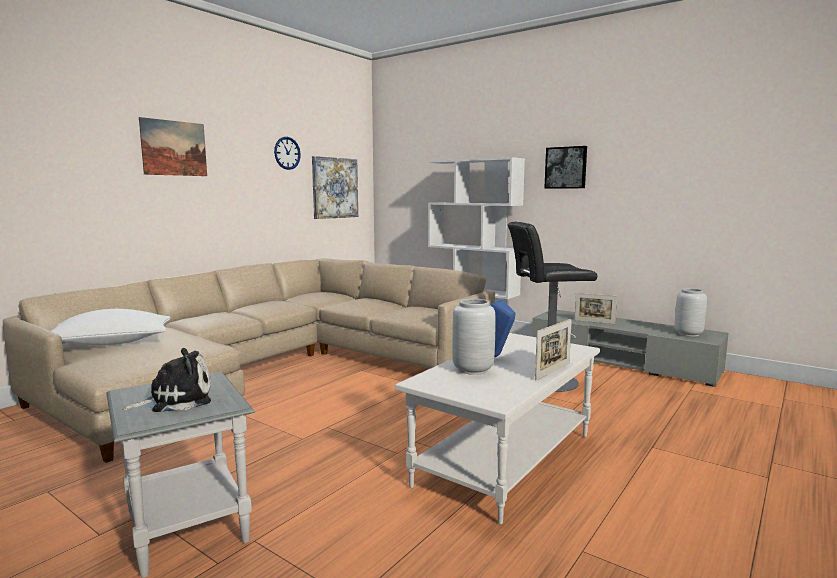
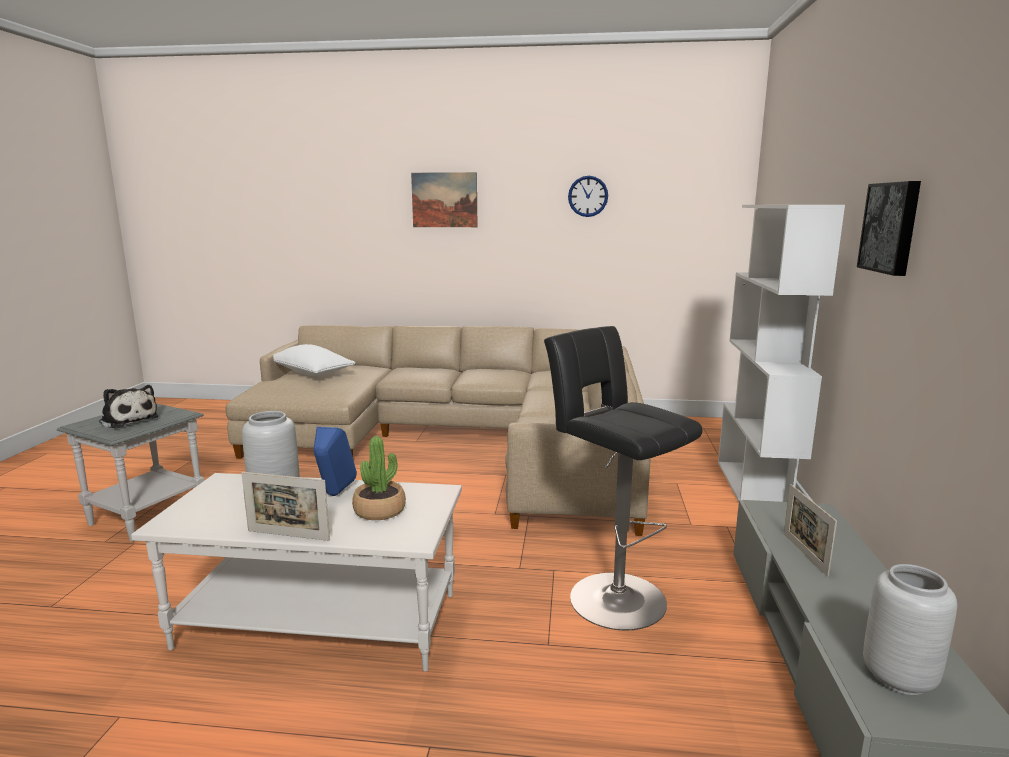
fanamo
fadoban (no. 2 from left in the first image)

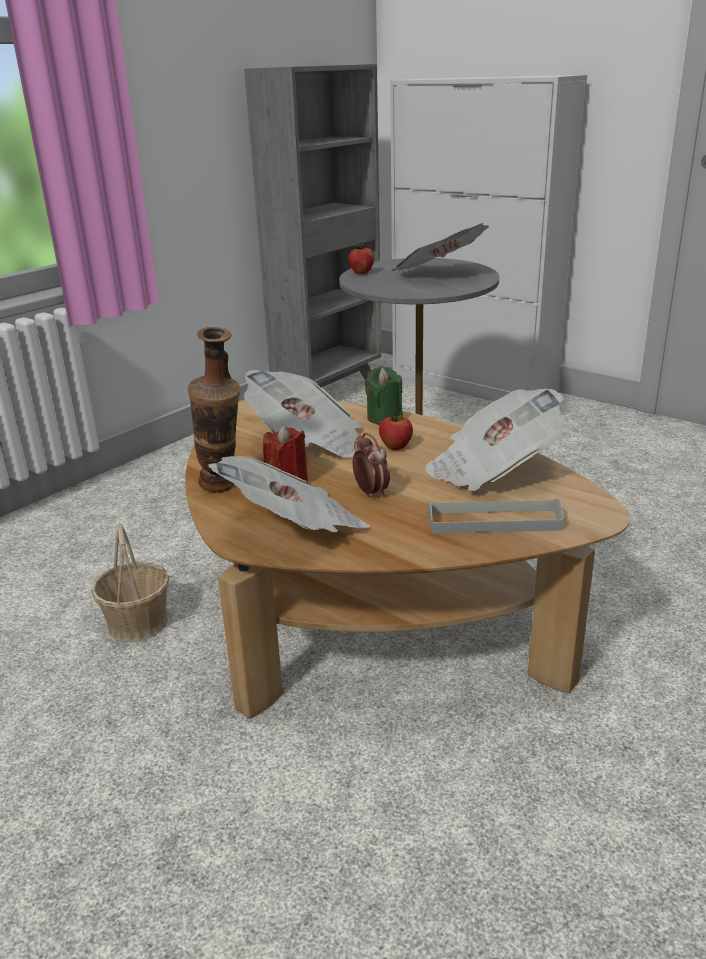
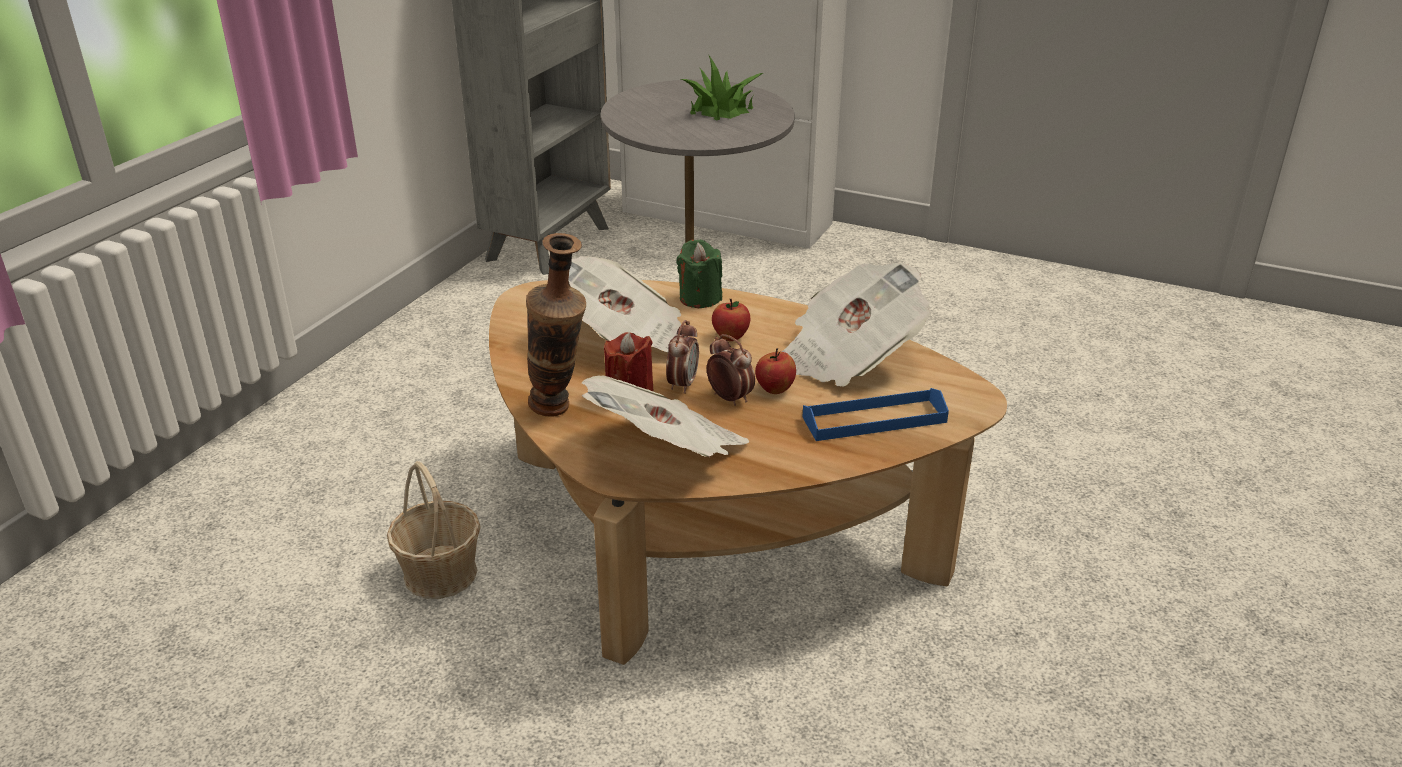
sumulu (no. 1 from left)
fanamo
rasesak (no. 2 from left)
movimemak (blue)

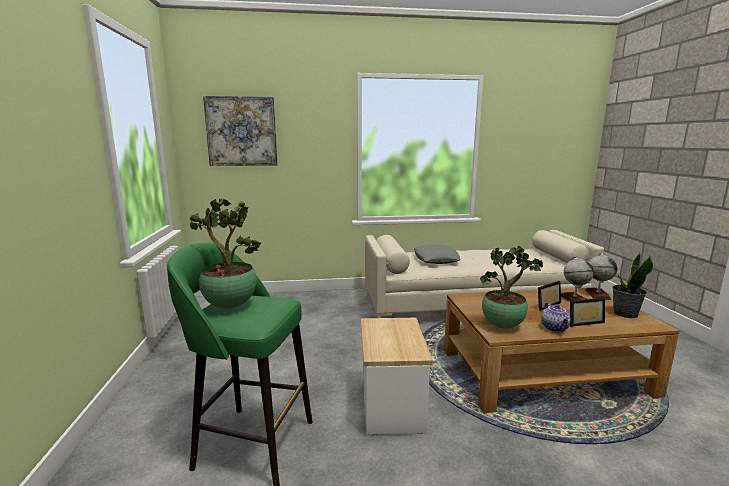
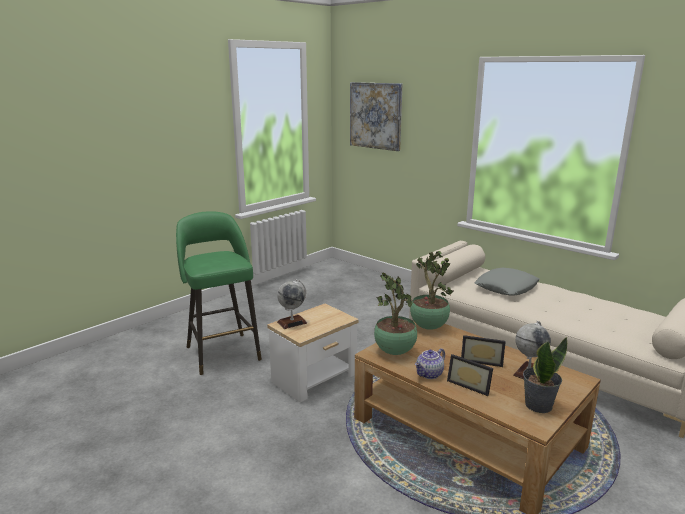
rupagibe (no. 1 from left)
fanamo (no. 2 from left)

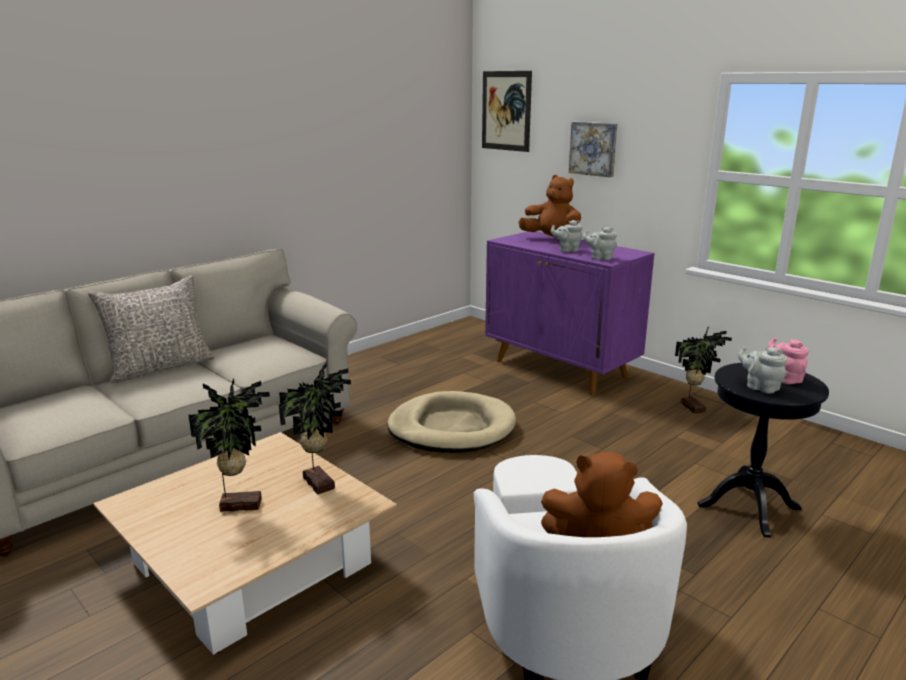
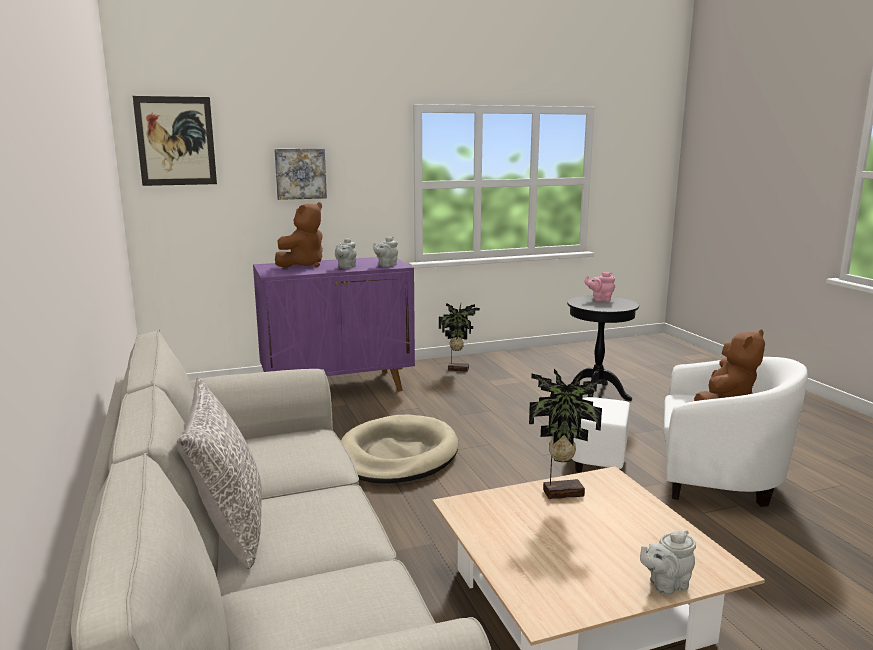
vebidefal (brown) (no. 1 from left)
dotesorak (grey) (no. 3 from left)
fanamo (no. 1 from left in the first image)

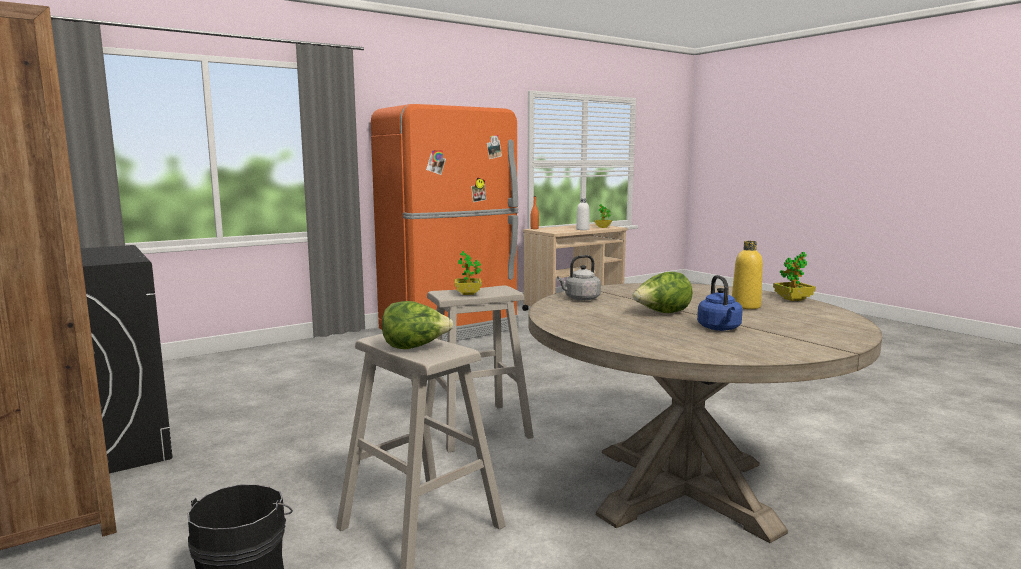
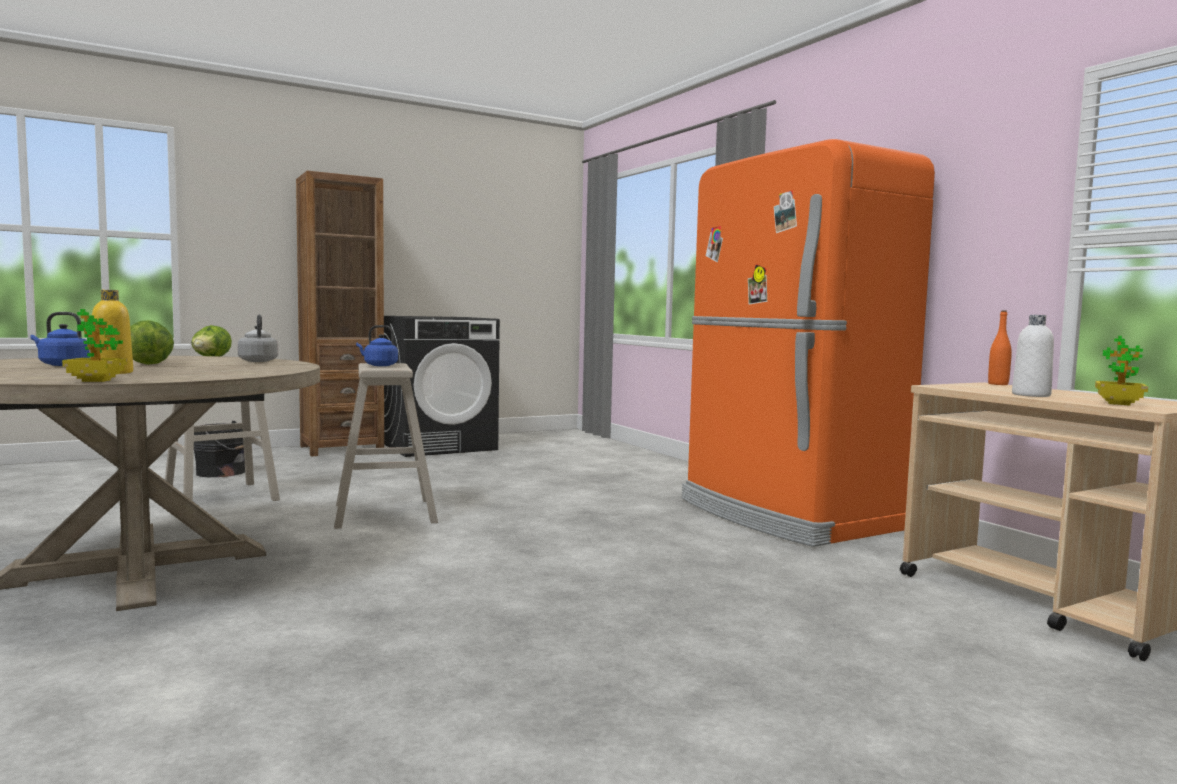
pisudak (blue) (no. 2 from left)

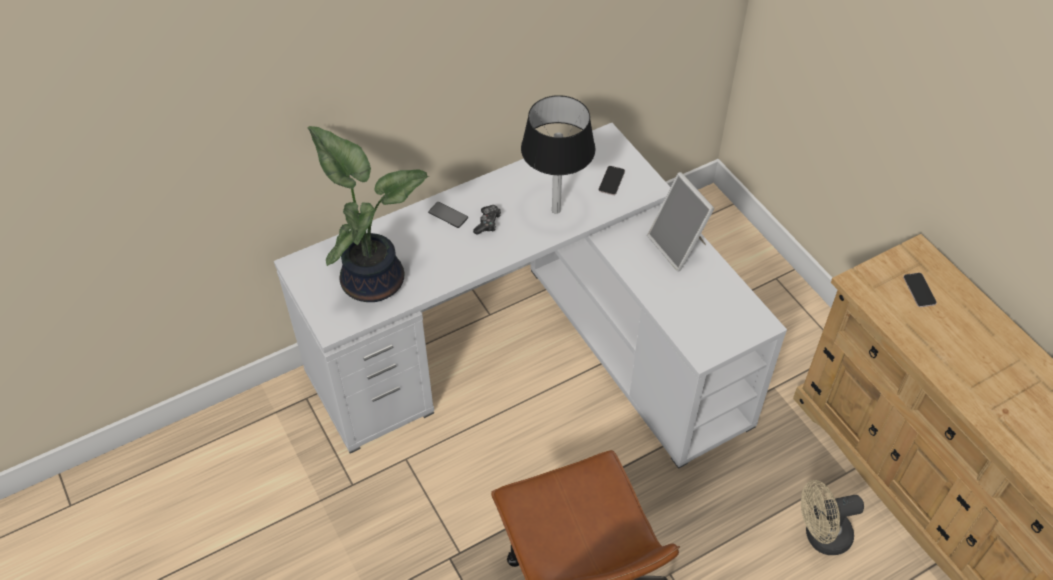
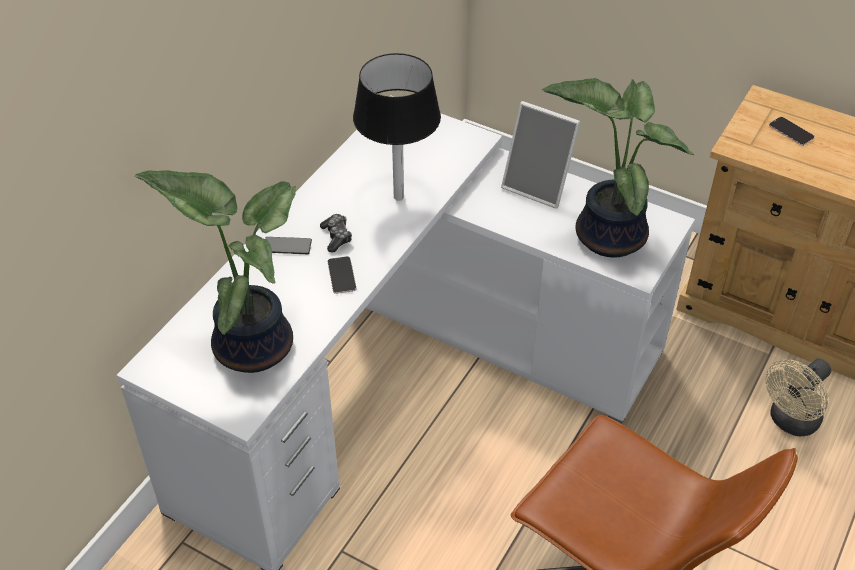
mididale (no. 2 from left)
fanamo (no. 2 from left)

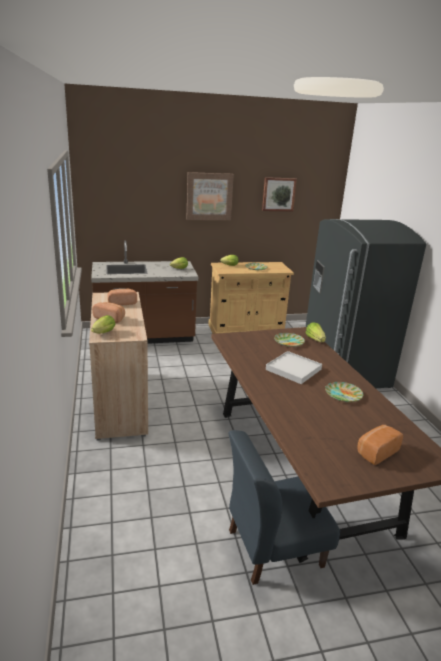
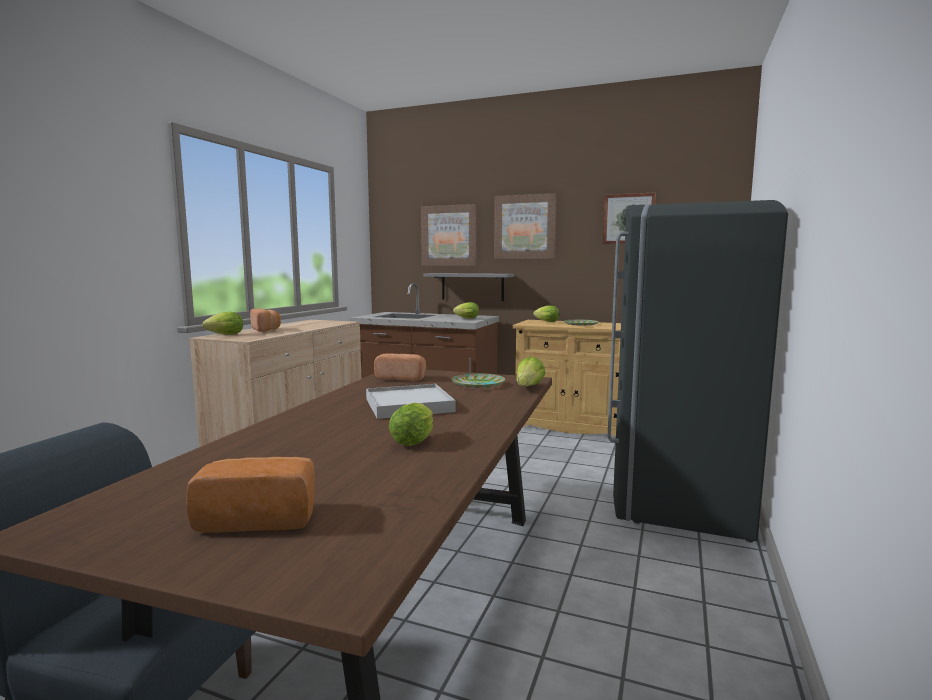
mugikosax (no. 3 from left)
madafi (no. 2 from left)
fadoban (no. 1 from left)
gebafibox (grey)

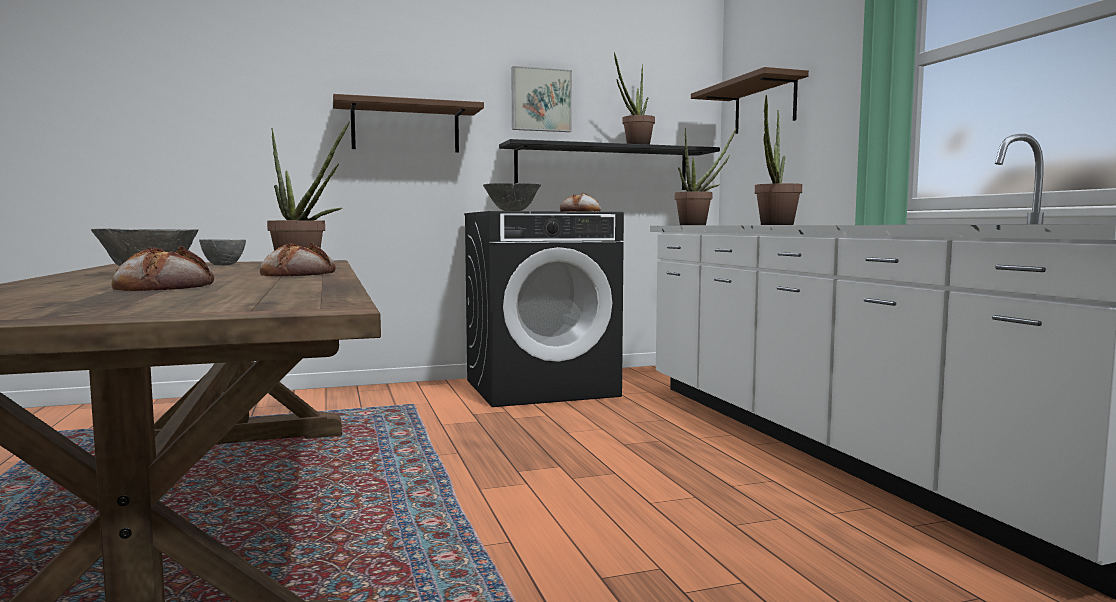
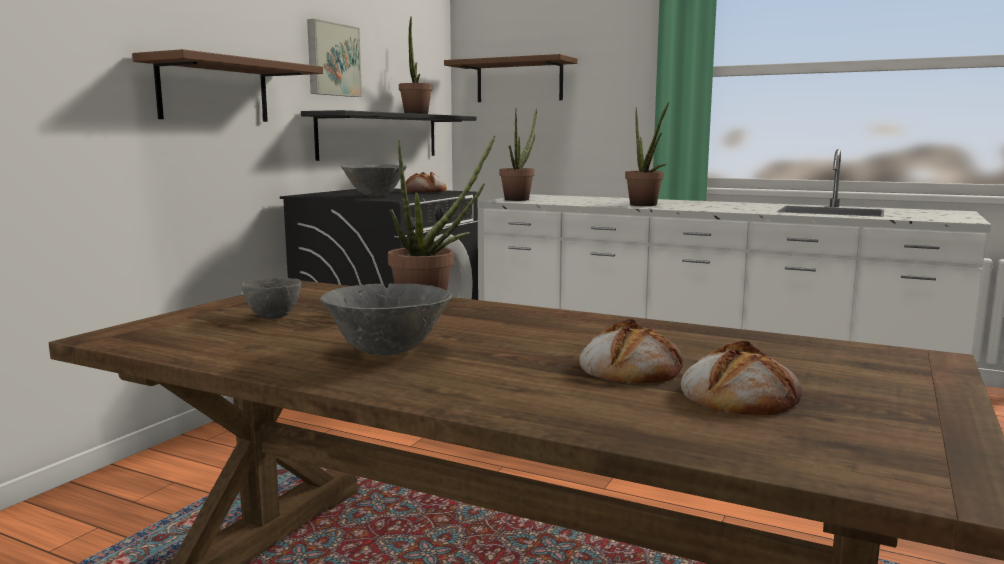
mugikosax (no. 3 from left)

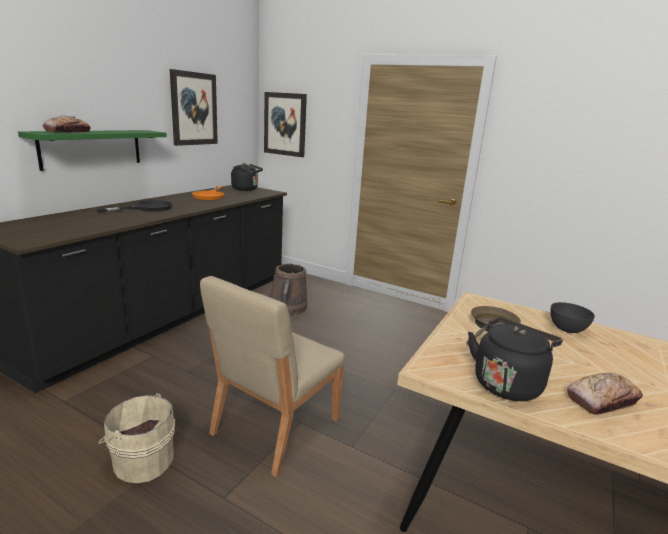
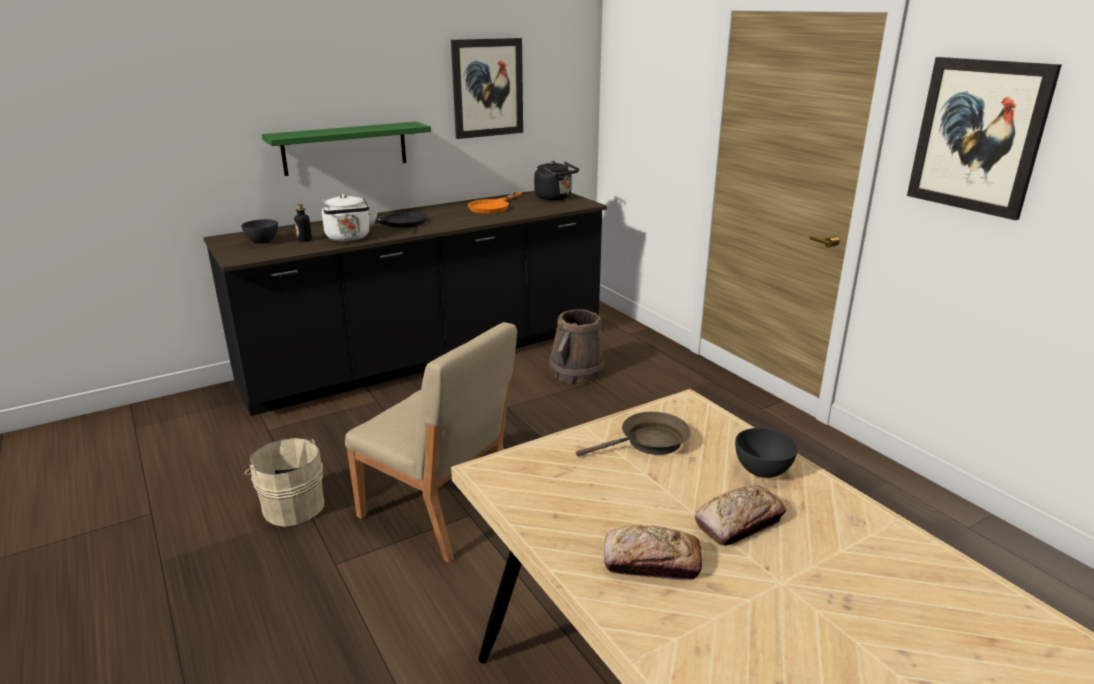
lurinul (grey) (no. 1 from left)
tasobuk
pisudak (white)
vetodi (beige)
mugikosax (no. 2 from left)
fadoban (no. 2 from left)
pisudak (black) (no. 2 from left in the first image)

